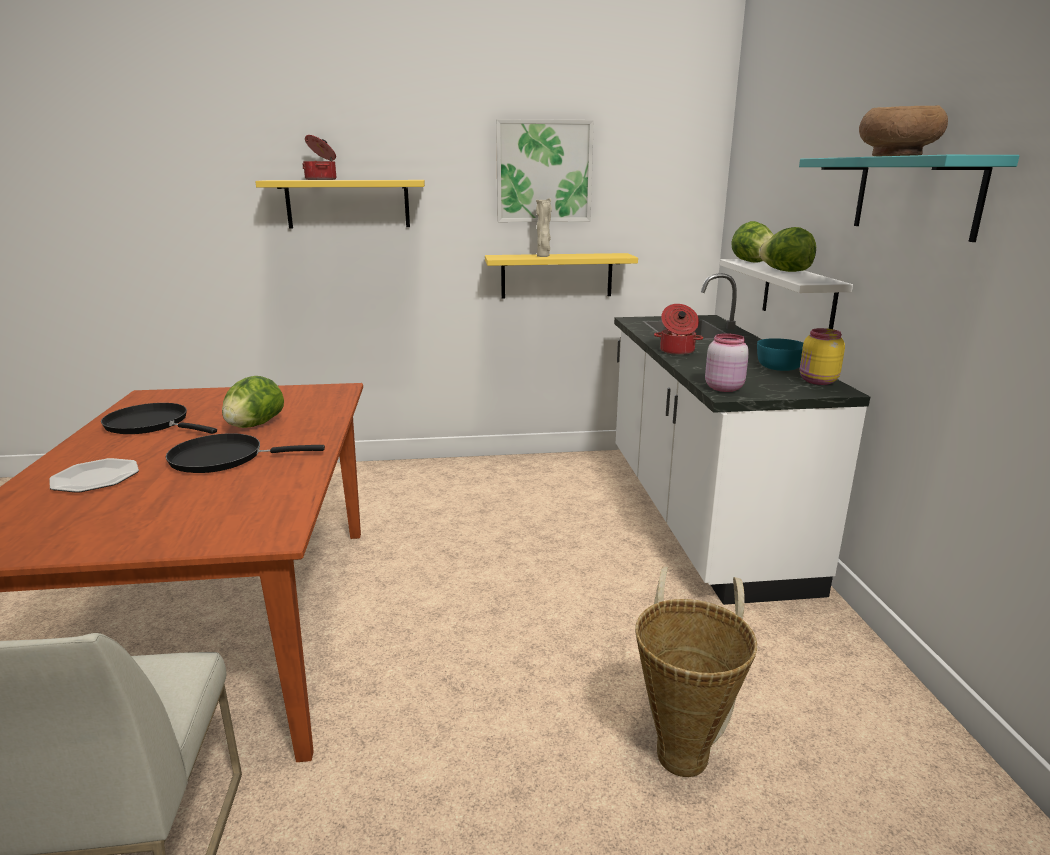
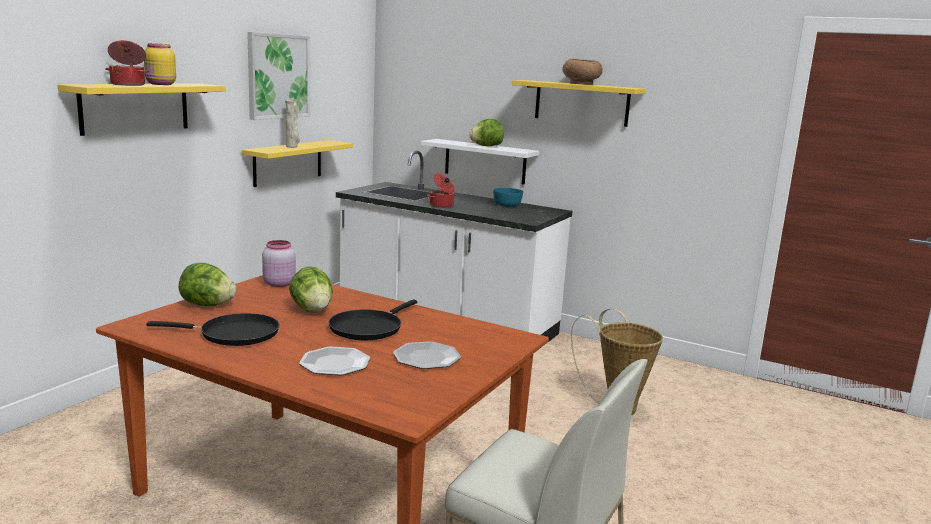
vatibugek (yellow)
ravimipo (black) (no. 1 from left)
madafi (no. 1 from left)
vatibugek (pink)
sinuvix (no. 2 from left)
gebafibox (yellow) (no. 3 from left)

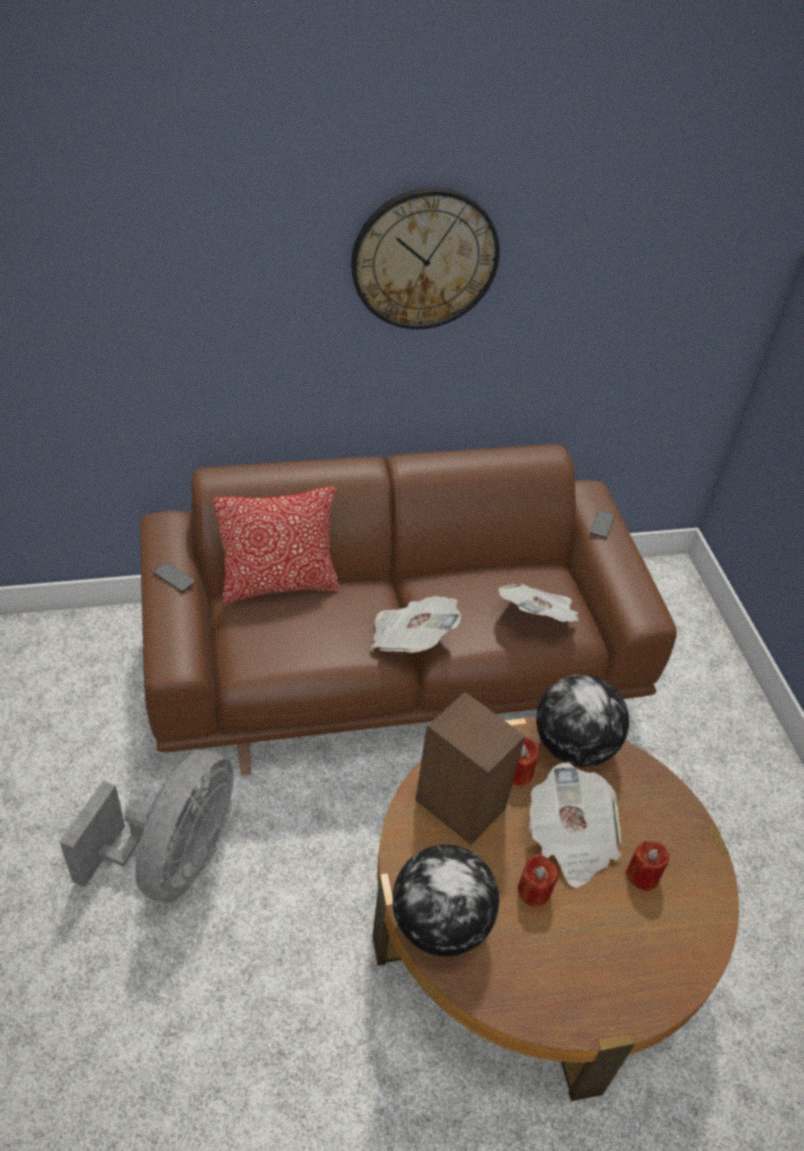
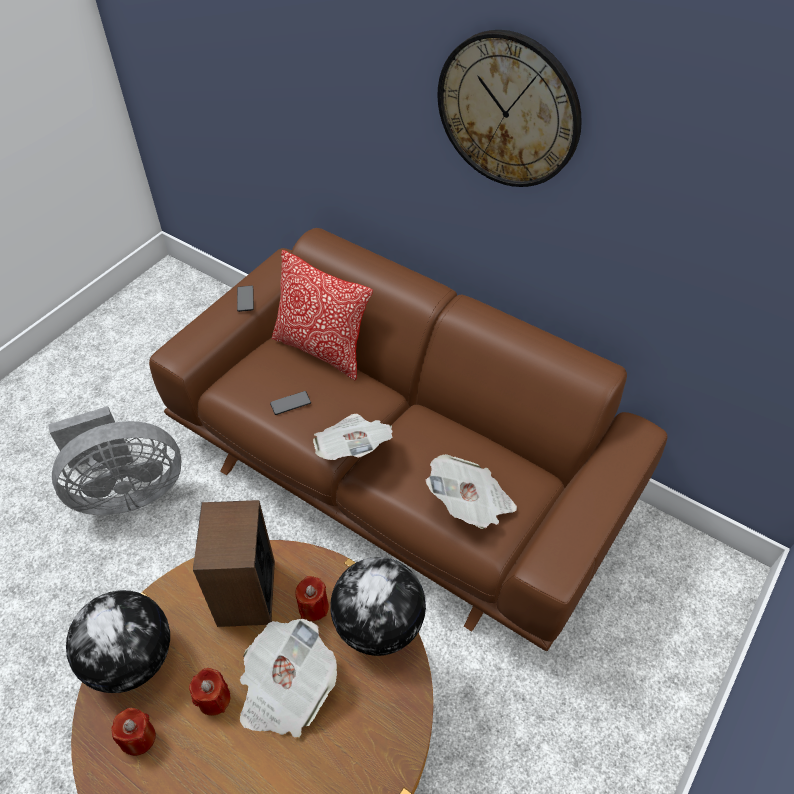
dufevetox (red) (no. 1 from left)
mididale (no. 2 from left)

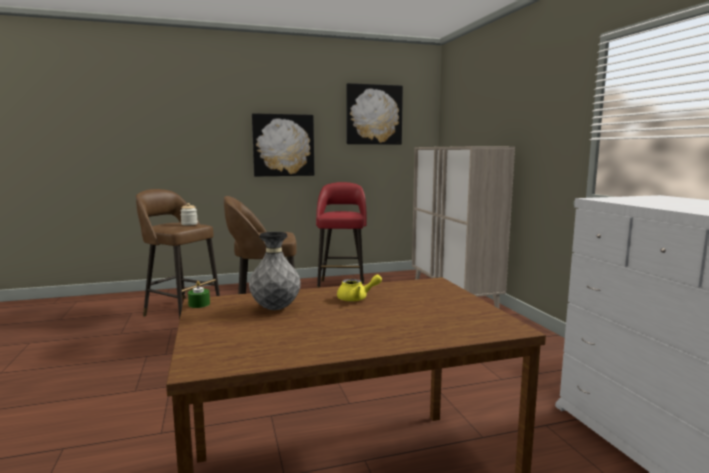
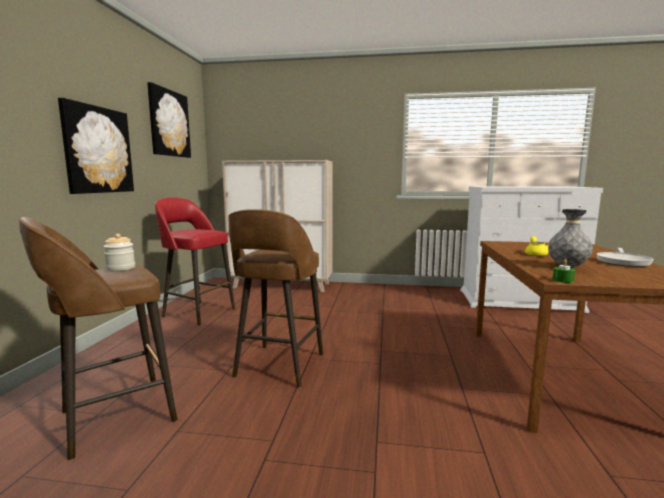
ravimipo

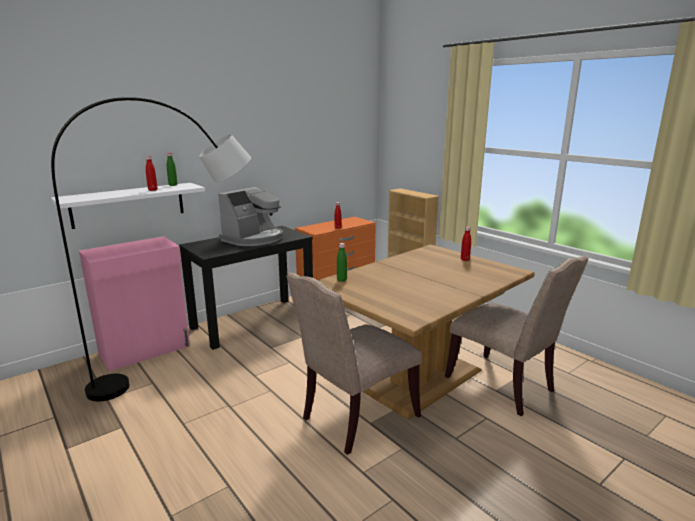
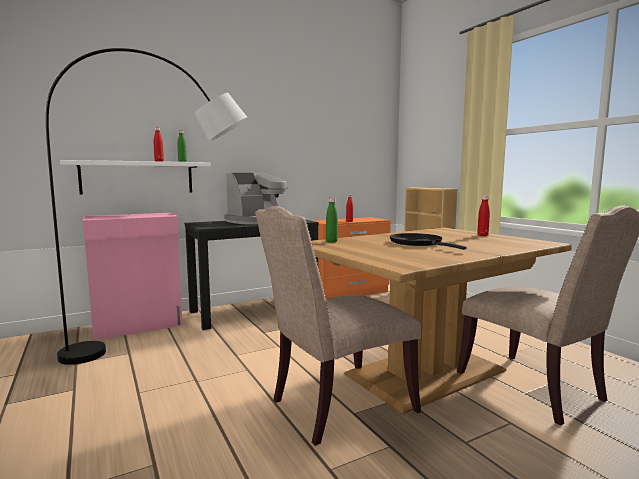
ravimipo (black)

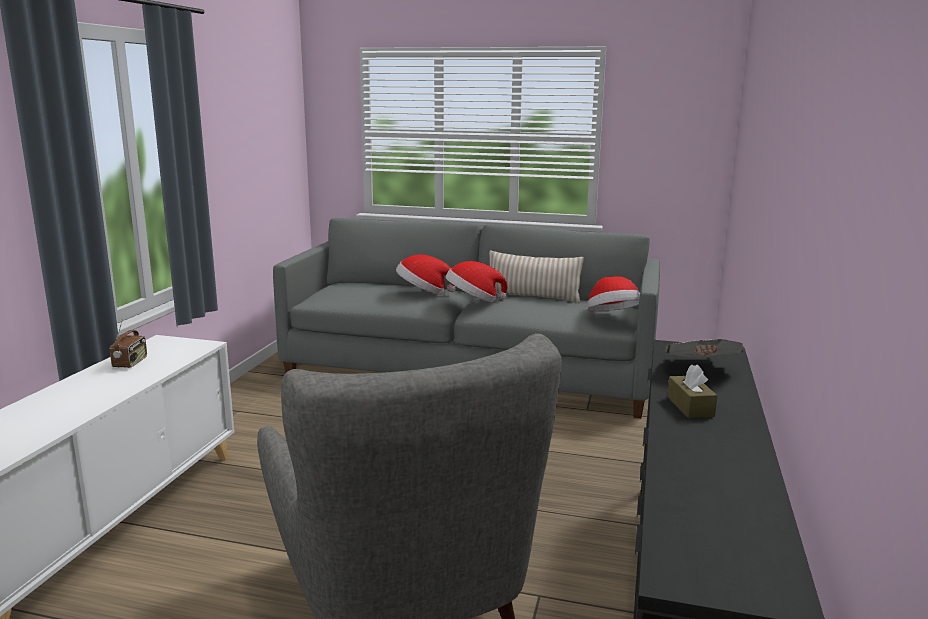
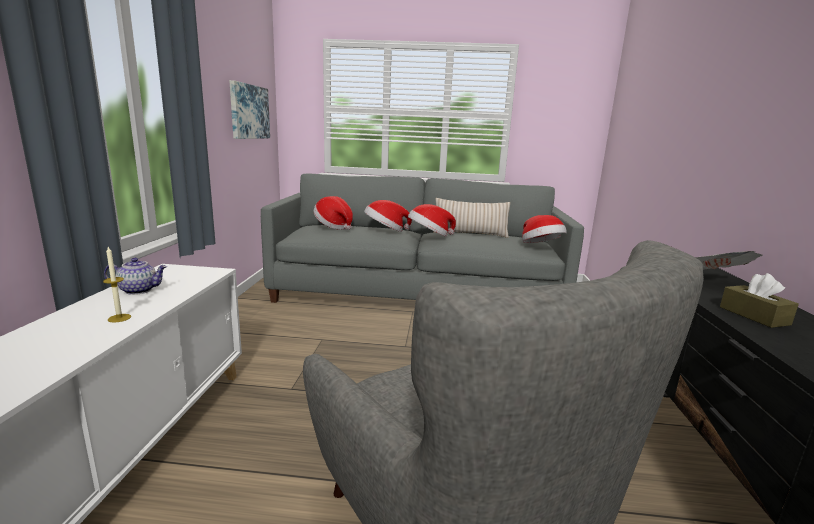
dufevetox
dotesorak
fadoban
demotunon (no. 1 from left)

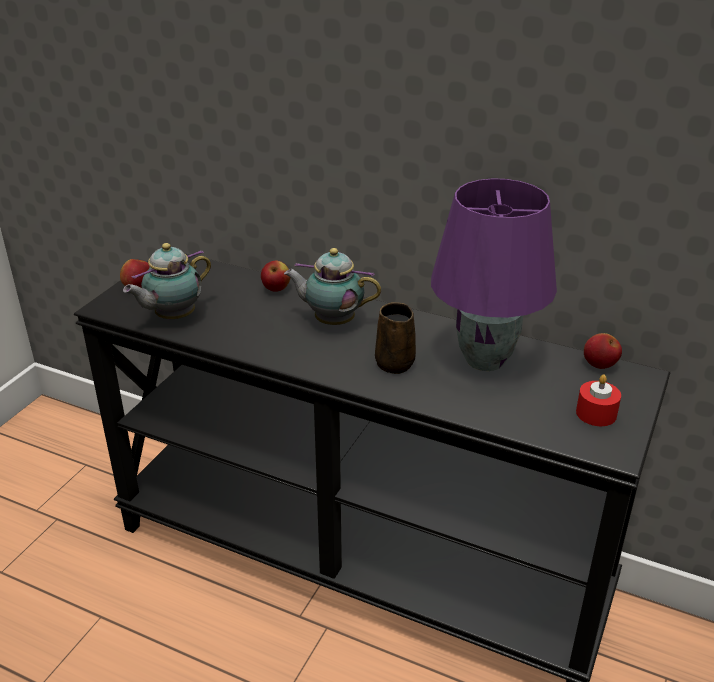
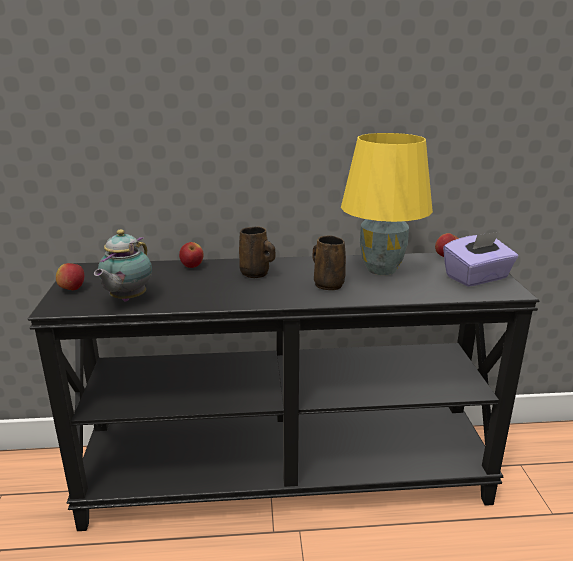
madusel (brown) (no. 1 from left)
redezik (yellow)
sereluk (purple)

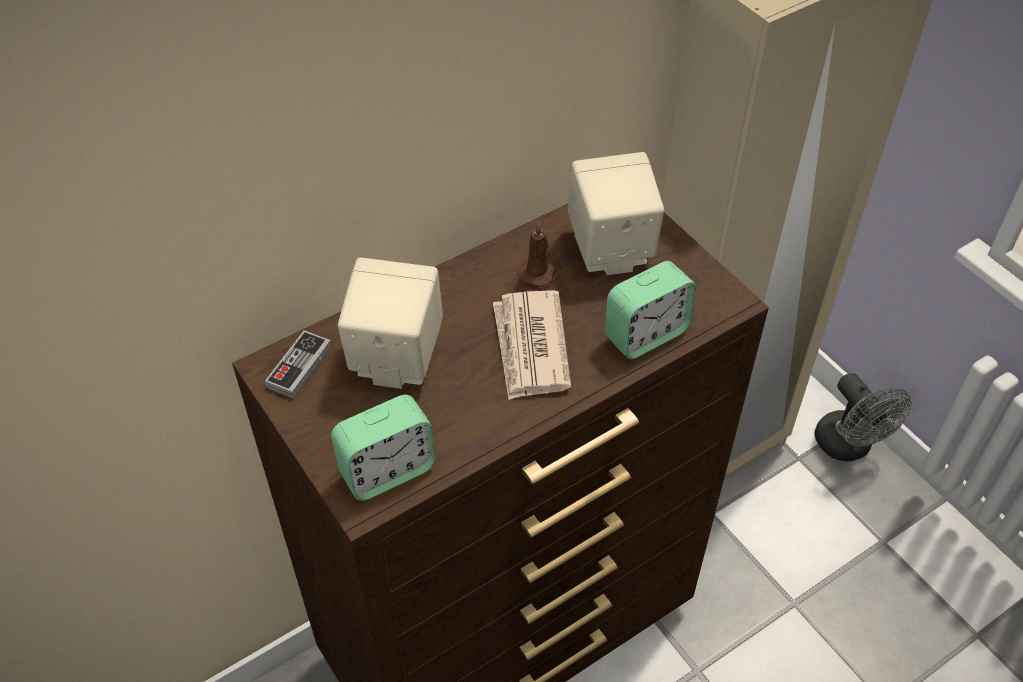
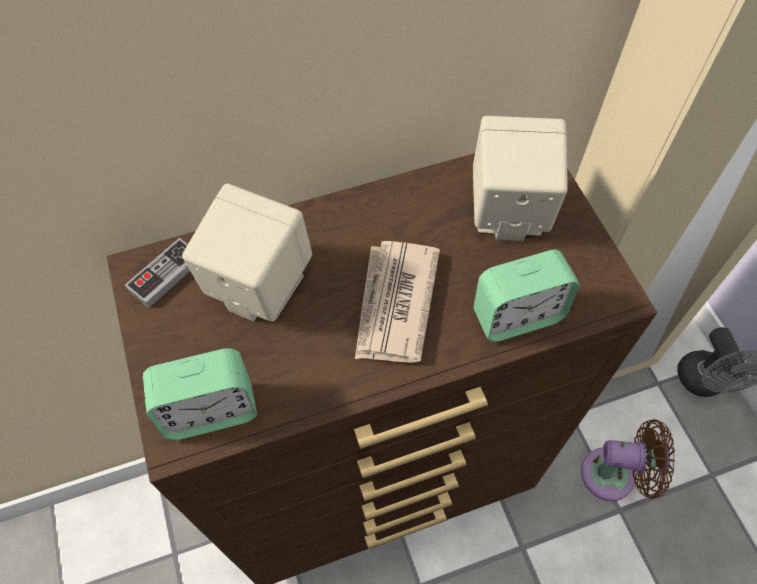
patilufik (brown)
dufevetox (brown)

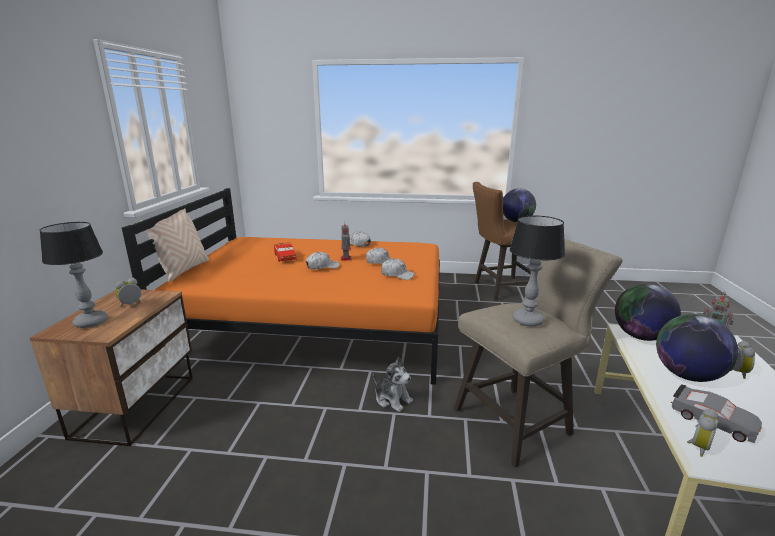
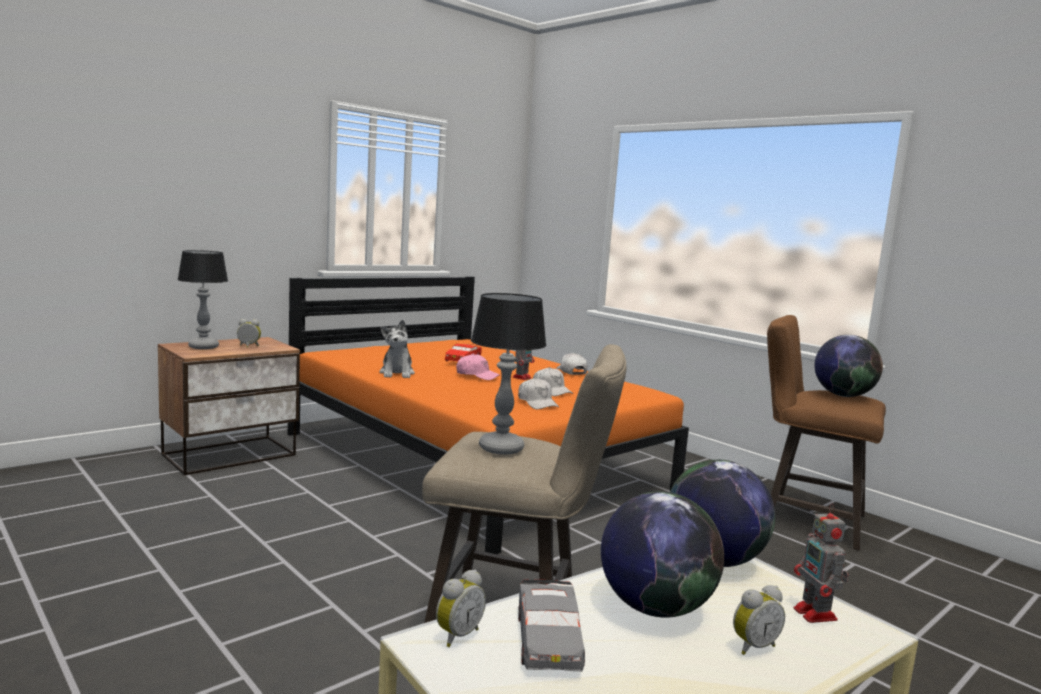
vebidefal
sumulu (no. 2 from left)
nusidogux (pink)
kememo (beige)

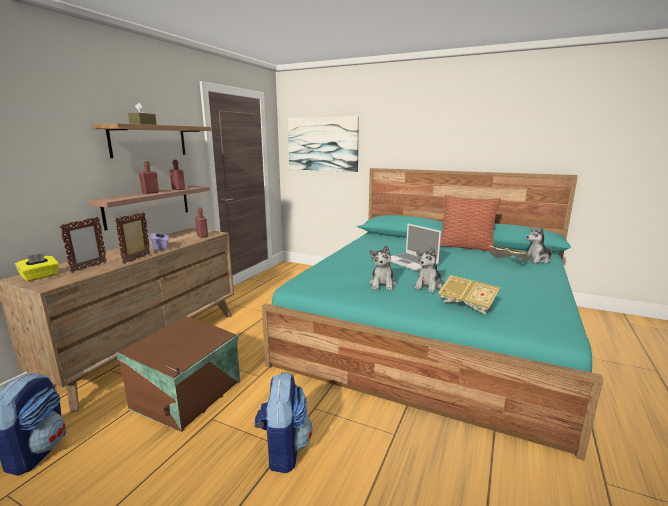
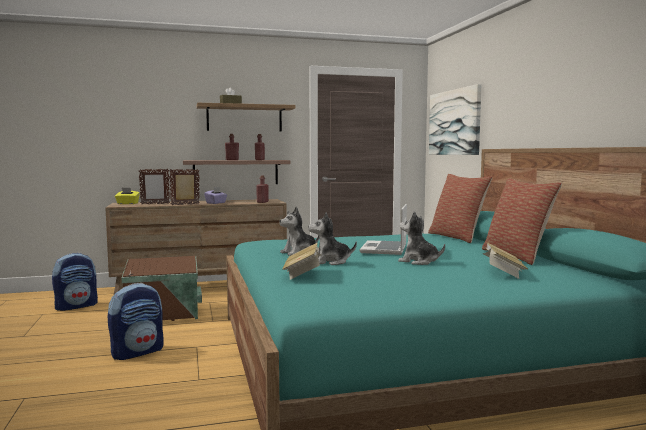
vebidefal (no. 3 from left)
kememo (no. 1 from left)

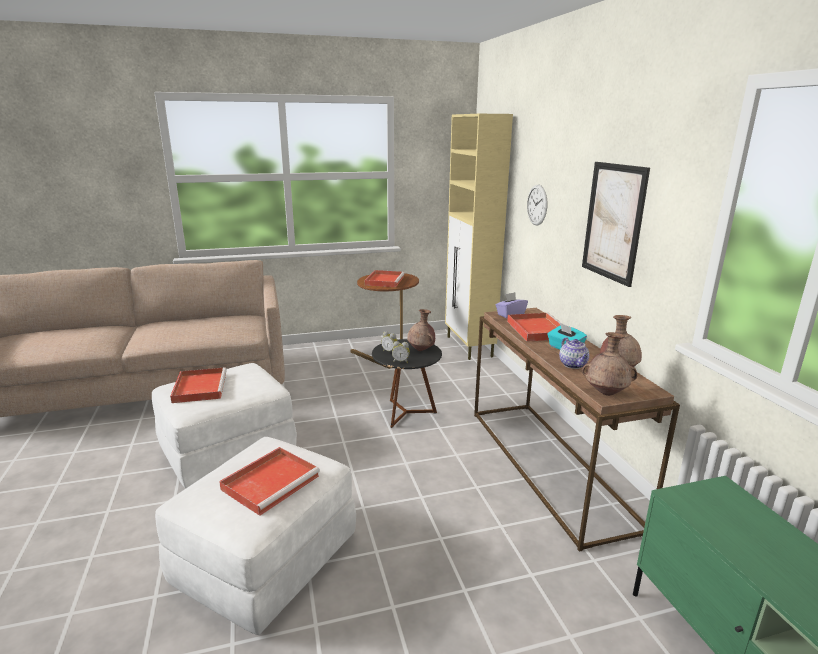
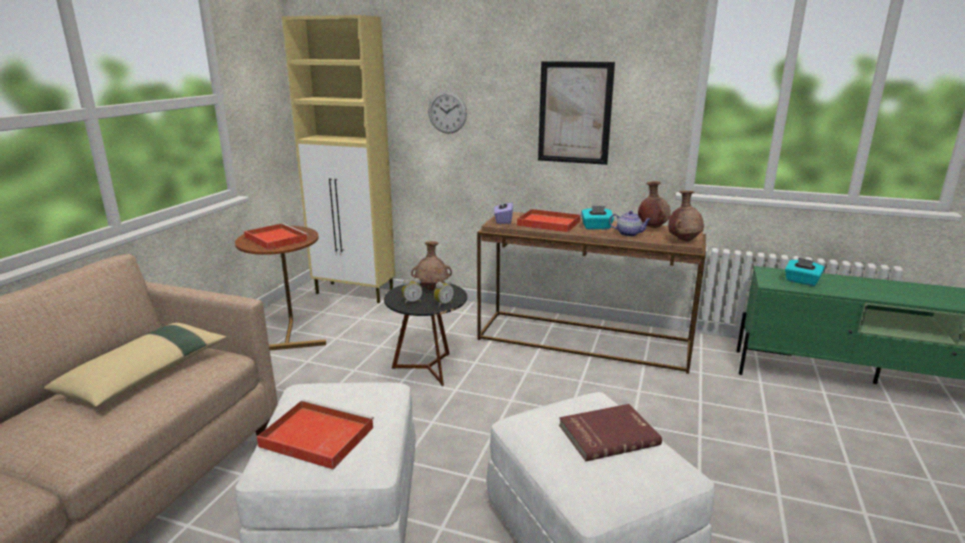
kememo (beige)
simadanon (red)
sereluk (turquoise) (no. 2 from left)

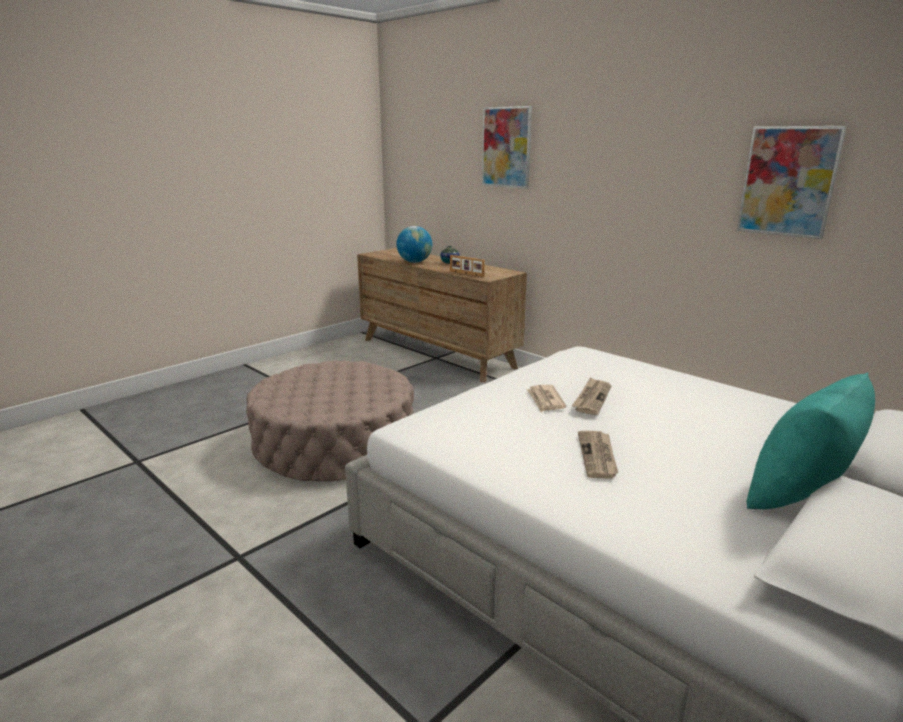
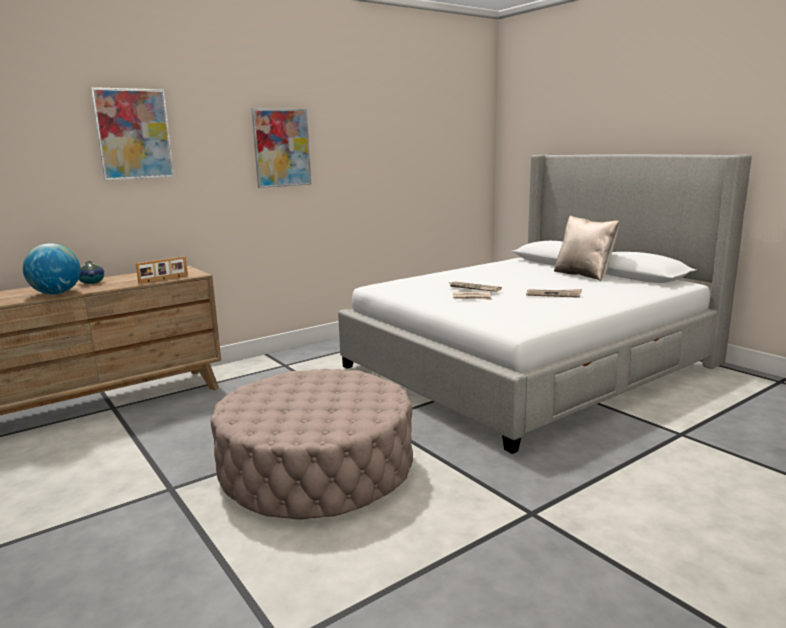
fadoban (no. 2 from left)
kememo (beige)

